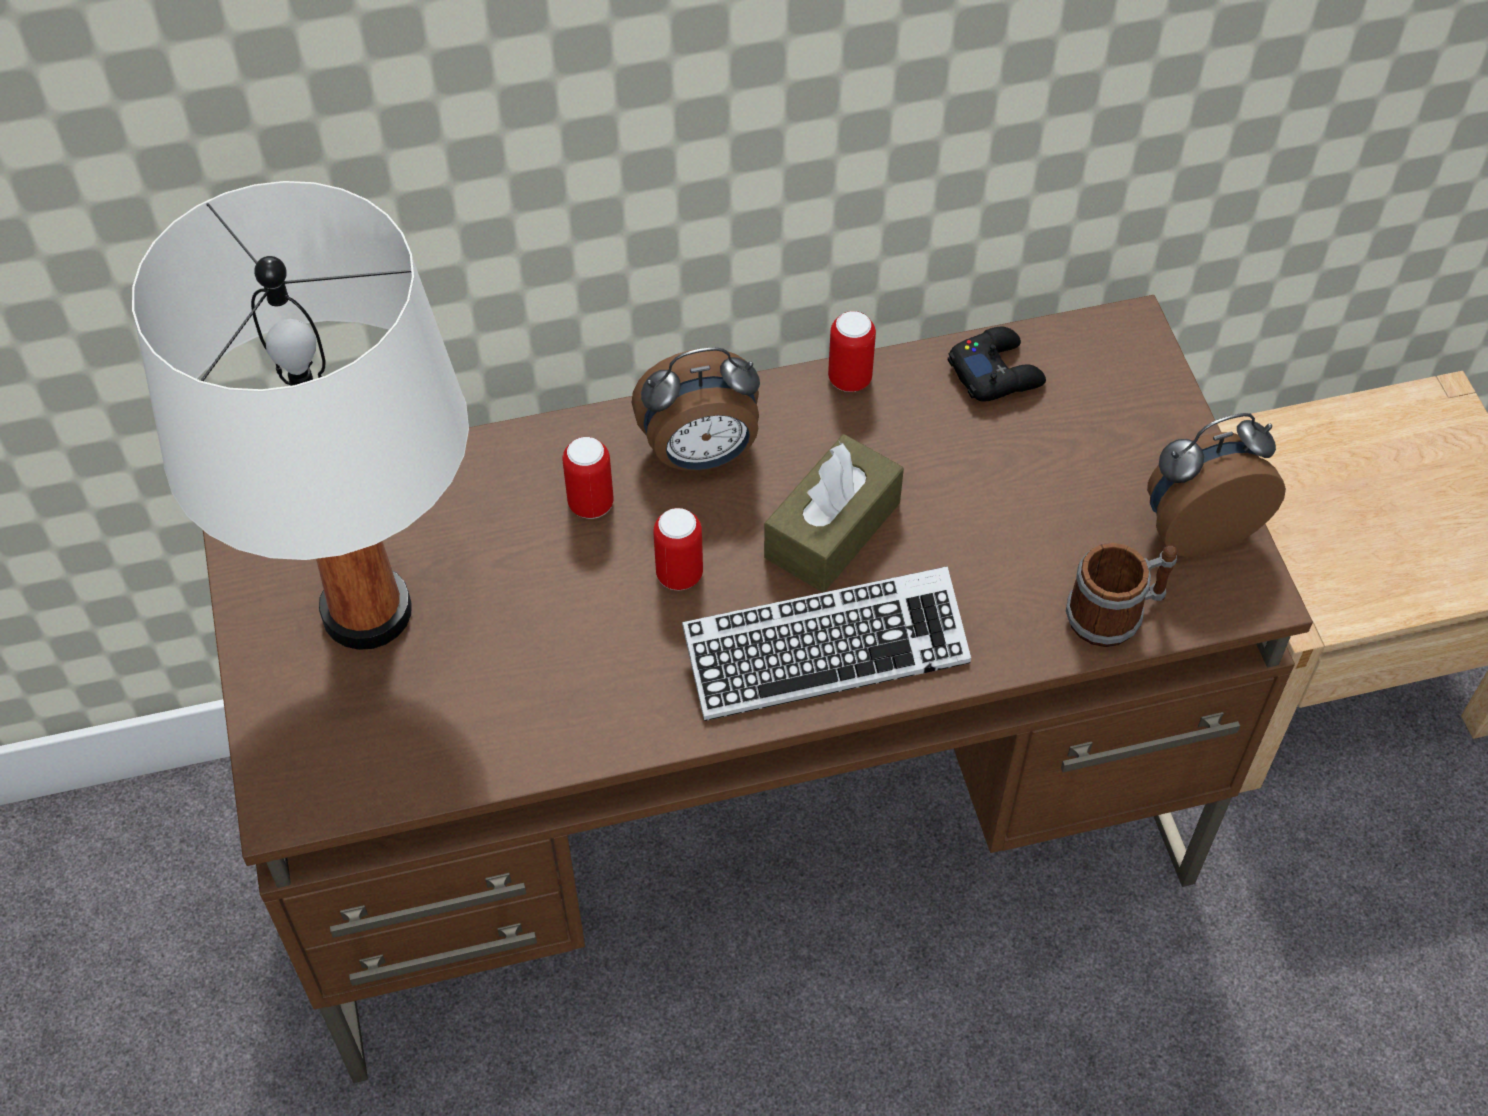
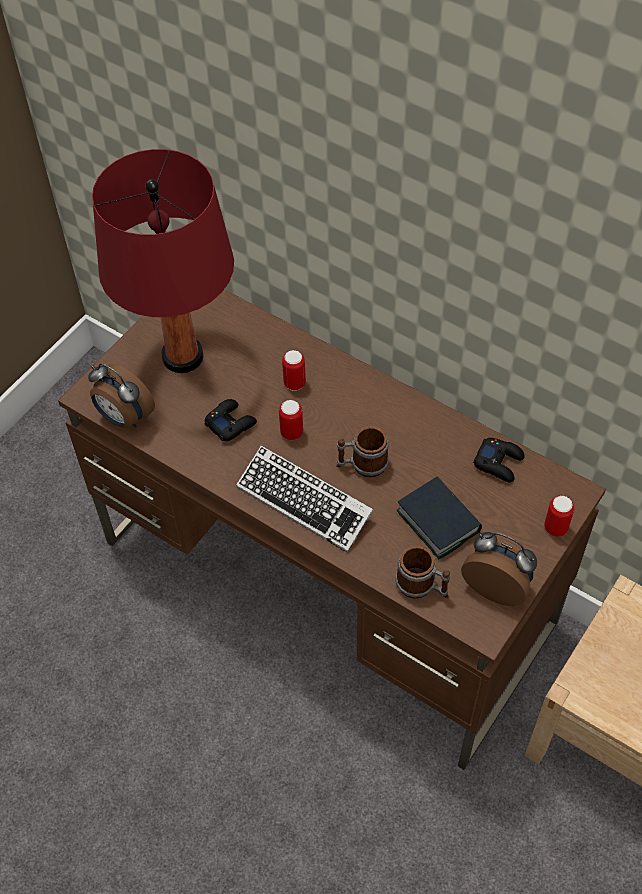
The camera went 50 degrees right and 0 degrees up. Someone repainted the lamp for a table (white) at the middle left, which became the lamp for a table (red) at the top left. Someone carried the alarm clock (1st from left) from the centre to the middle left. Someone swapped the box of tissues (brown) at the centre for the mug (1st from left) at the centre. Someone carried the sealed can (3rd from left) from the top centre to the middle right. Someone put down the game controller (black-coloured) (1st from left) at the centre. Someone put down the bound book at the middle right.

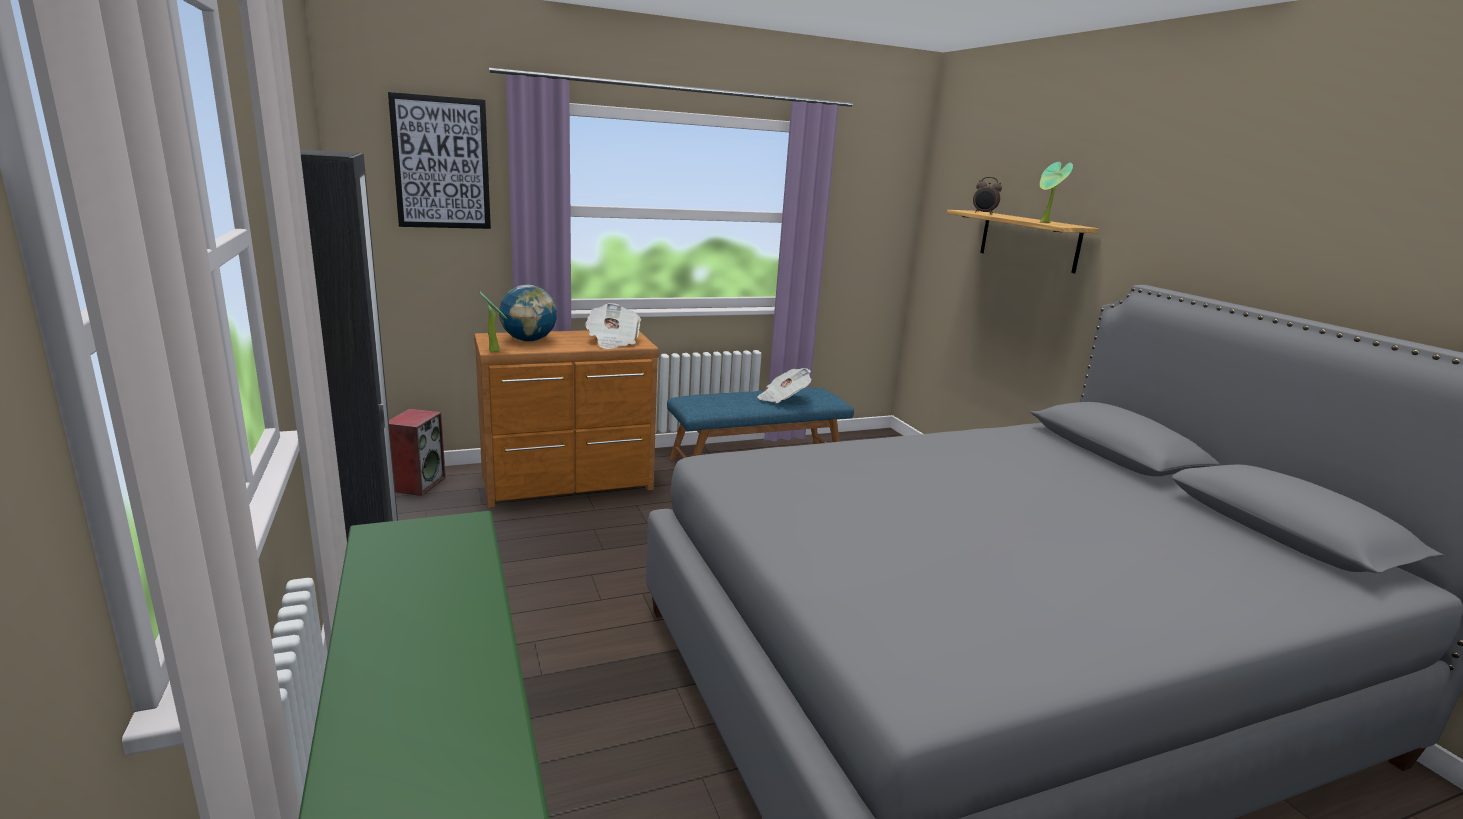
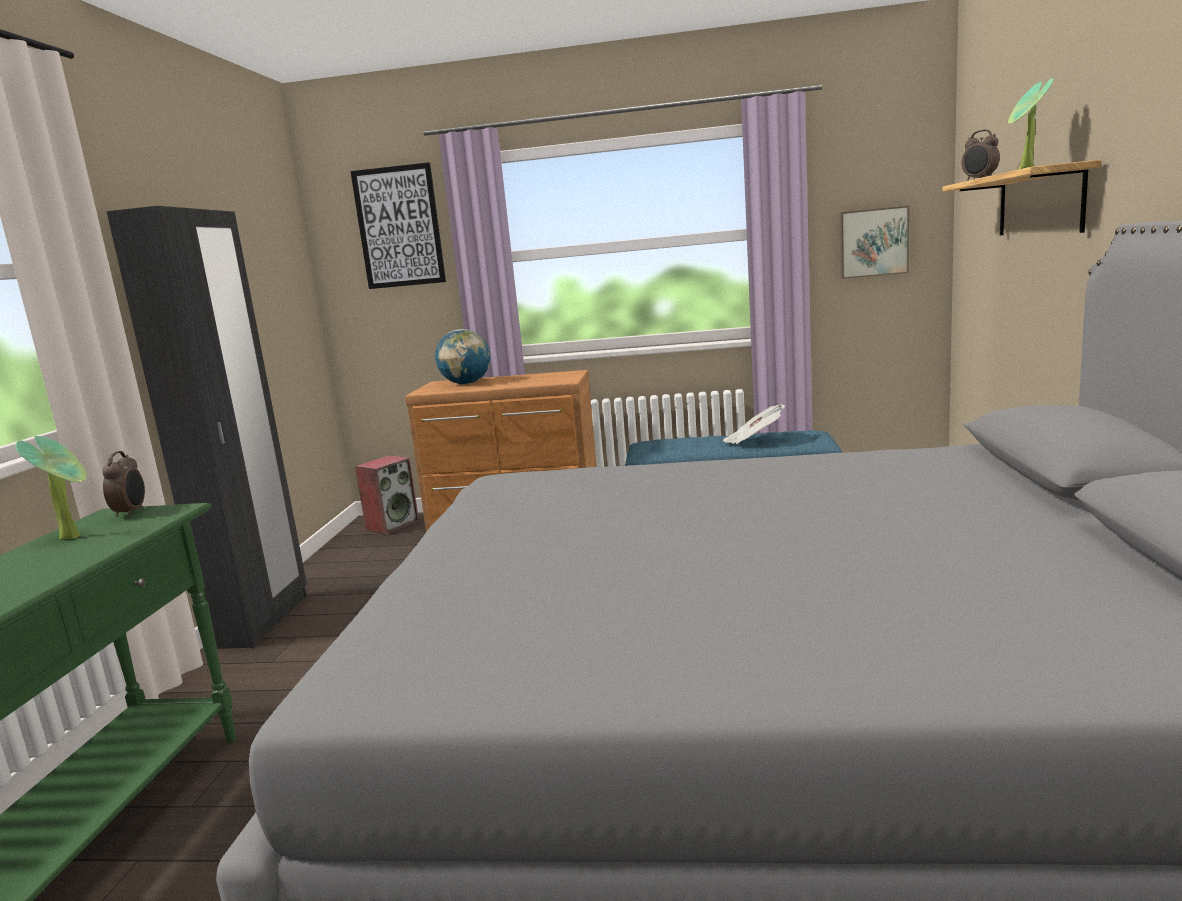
The camera went 30 degrees right and 5 degrees down. Someone carried the plant in a pot (1st from left) from the centre to the middle left. Someone took away the printed paper (1st from left) at the centre. Someone put down the alarm clock (1st from left) at the middle left. Someone put up the wall picture (2nd from left) at the top right.

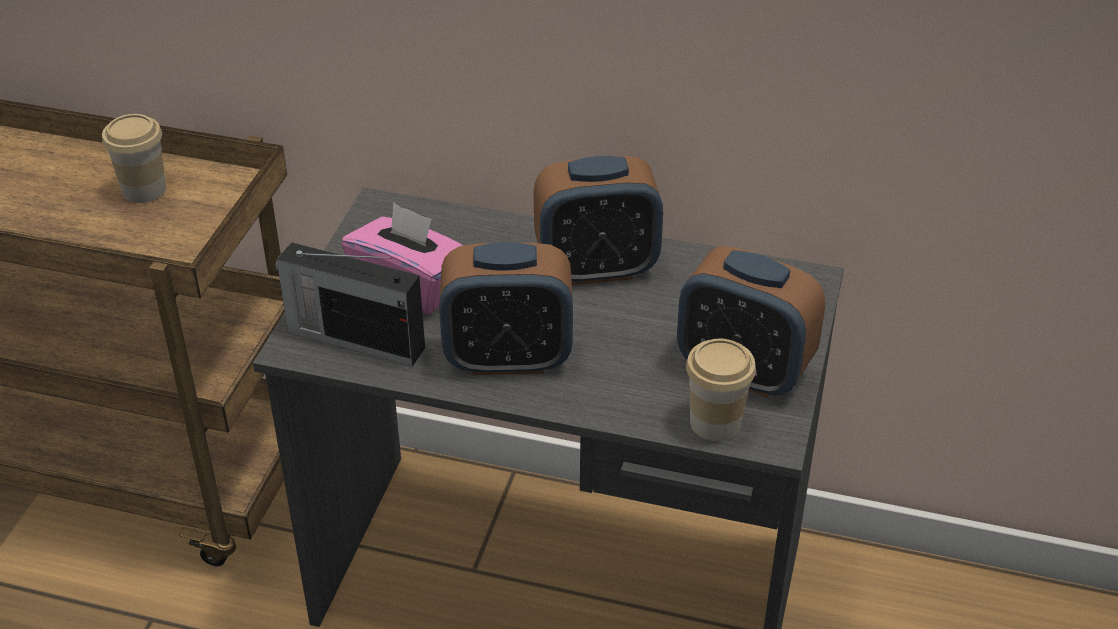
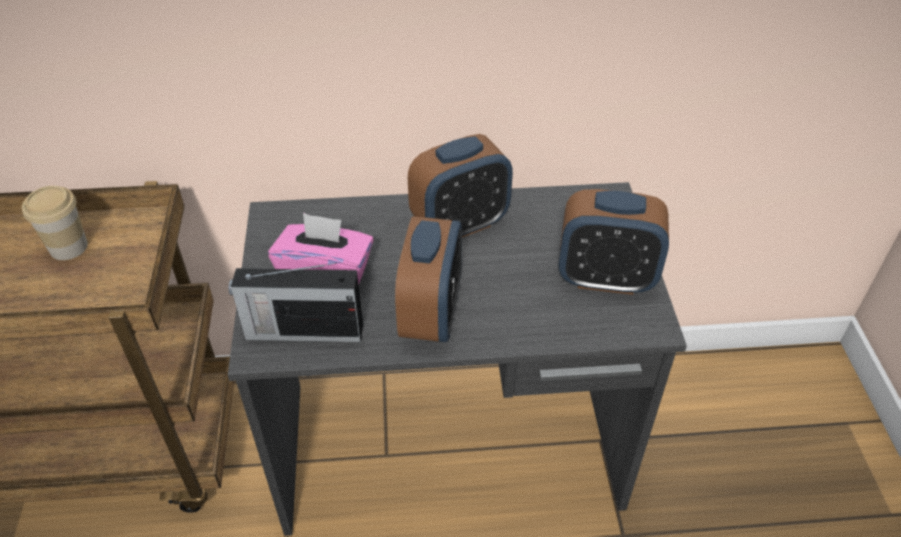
The camera went 20 degrees left and 5 degrees up. Someone rotated the alarm clock (1st from left) at the centre by 60 degrees counterclockwise. Someone took away the small cup (2nd from left) at the centre.

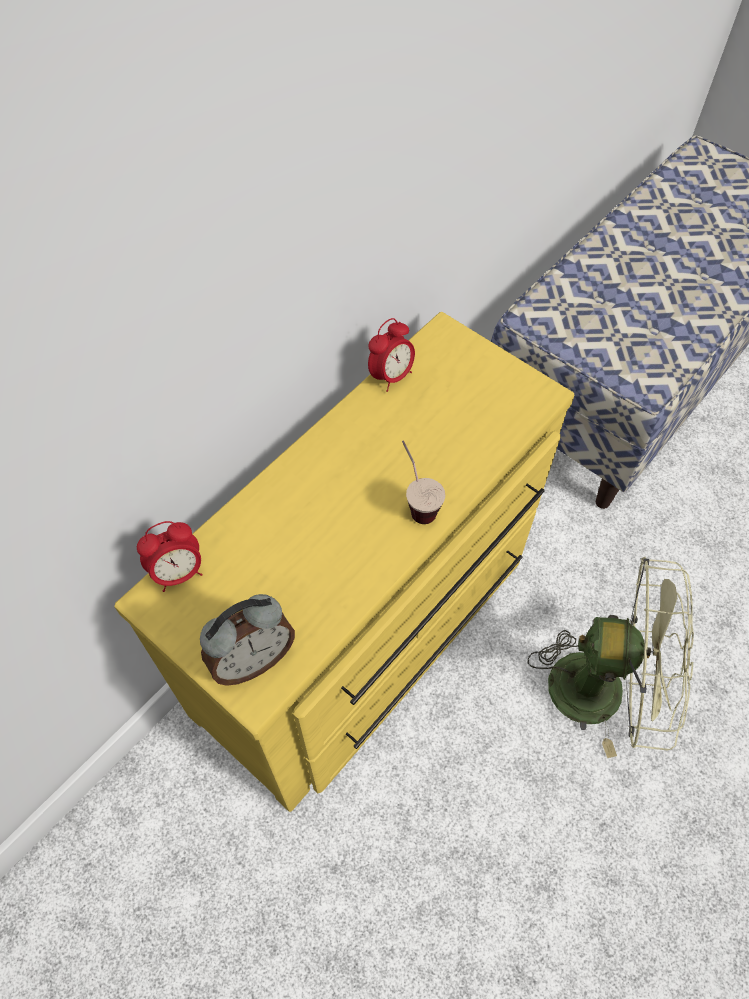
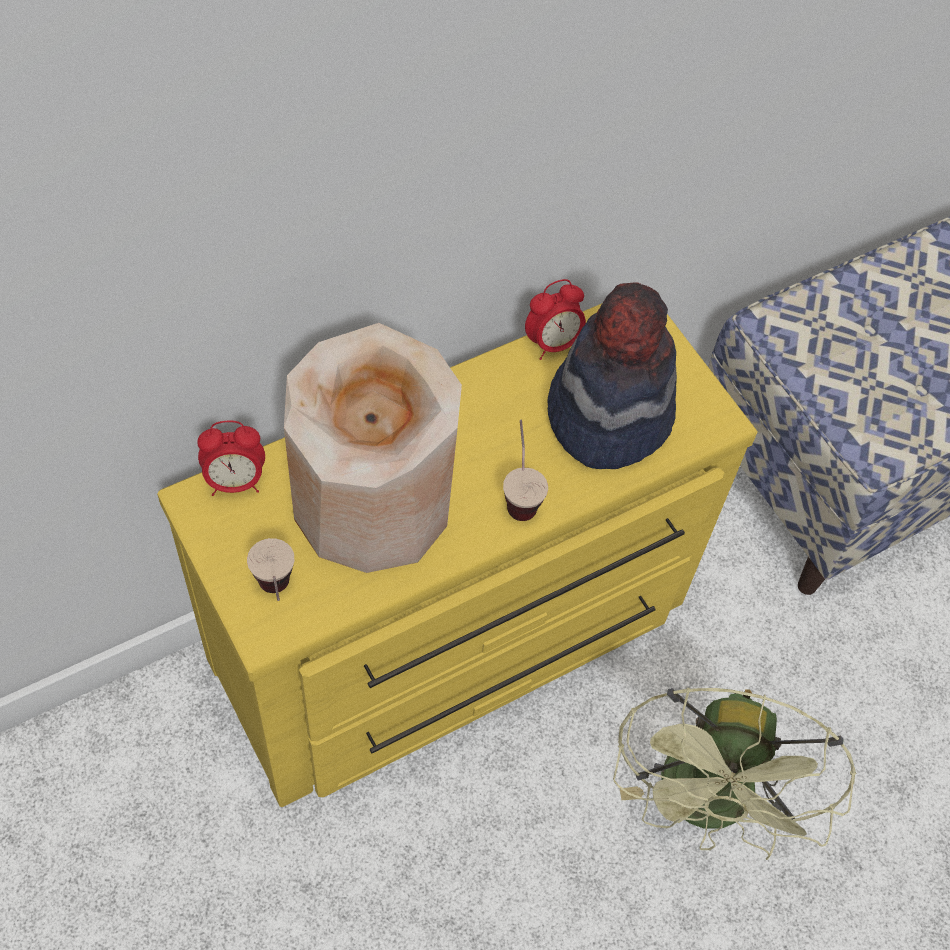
The camera went 15 degrees right and 0 degrees up. Someone swapped the alarm clock (2nd from left) at the middle left for the small cup (1st from left) at the middle left. Someone rotated the fan (greenish) at the middle right by 75 degrees clockwise. Someone put down the decorative vase (beige) at the centre. Someone put down the clothing hat at the centre.

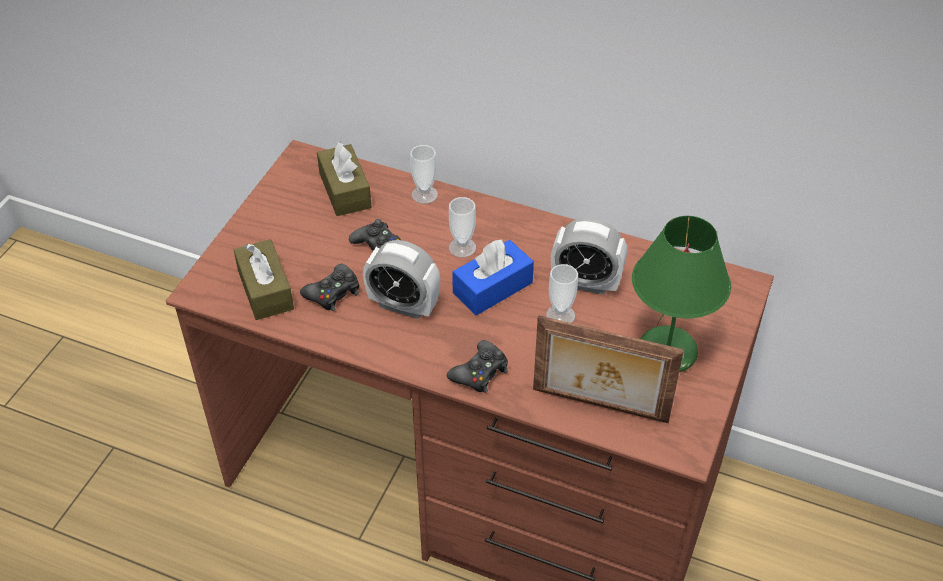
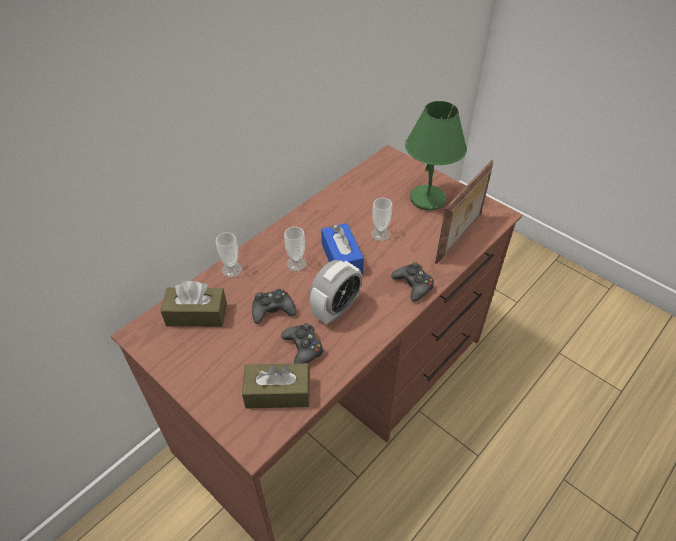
The camera went 70 degrees left and 0 degrees up. Someone took away the alarm clock (2nd from left) at the centre.

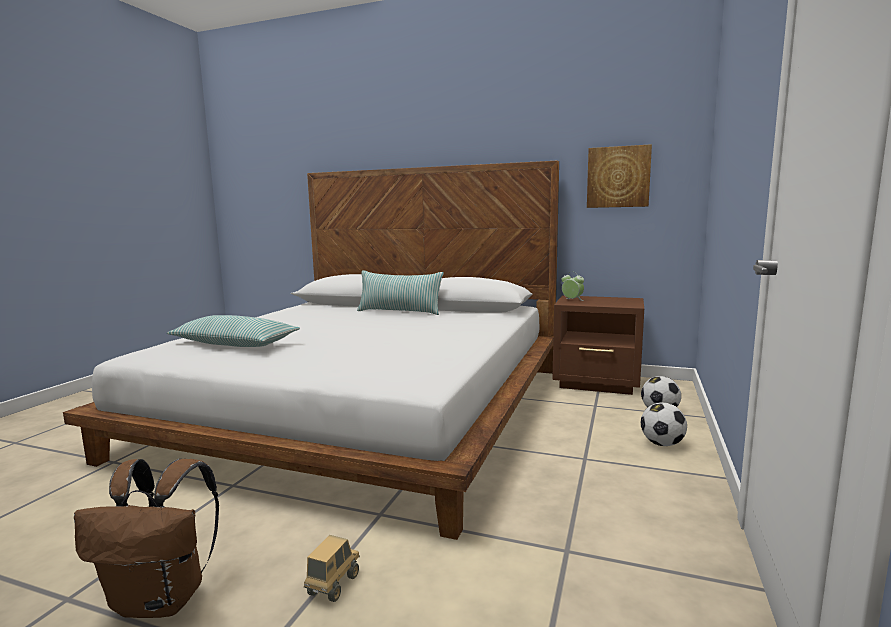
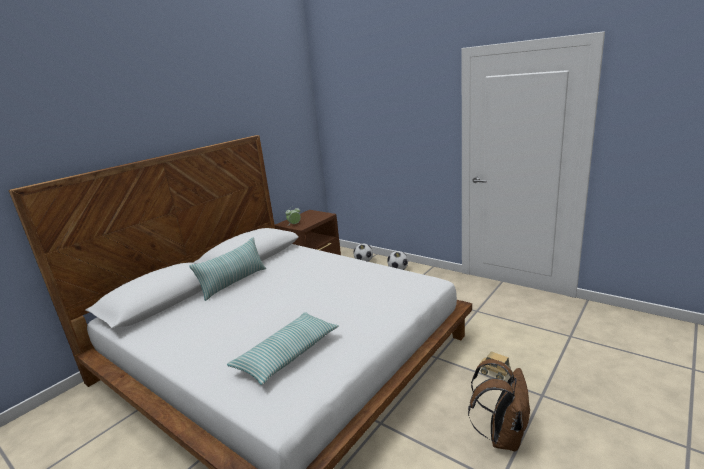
The camera went 70 degrees left and 10 degrees up. Someone took away the wall picture at the top right.

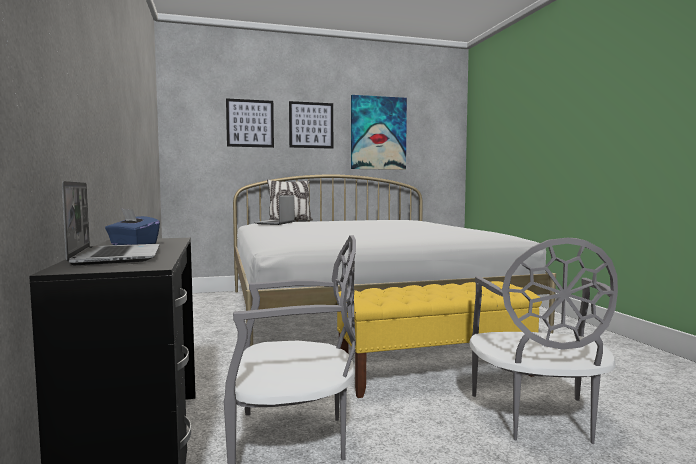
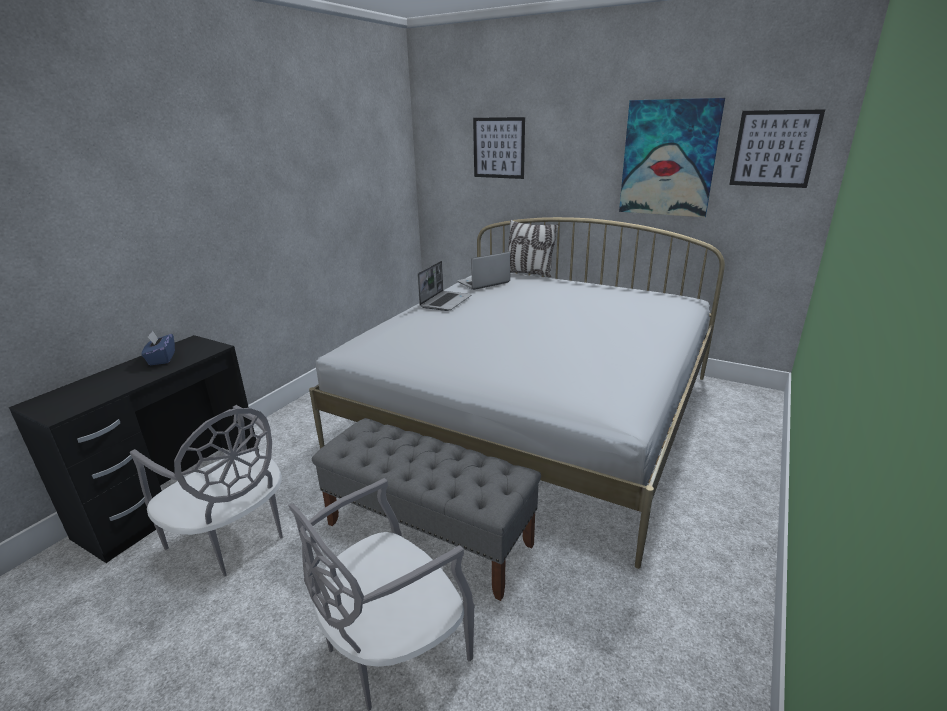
The camera went 45 degrees right and 20 degrees up. Someone carried the portable computer (1st from left) from the middle left to the centre. Someone carried the wall picture (2nd from left in the first image) from the top centre to the top right. Someone repainted the bench (yellow) at the bottom centre, which became the bench (grey) at the bottom centre.

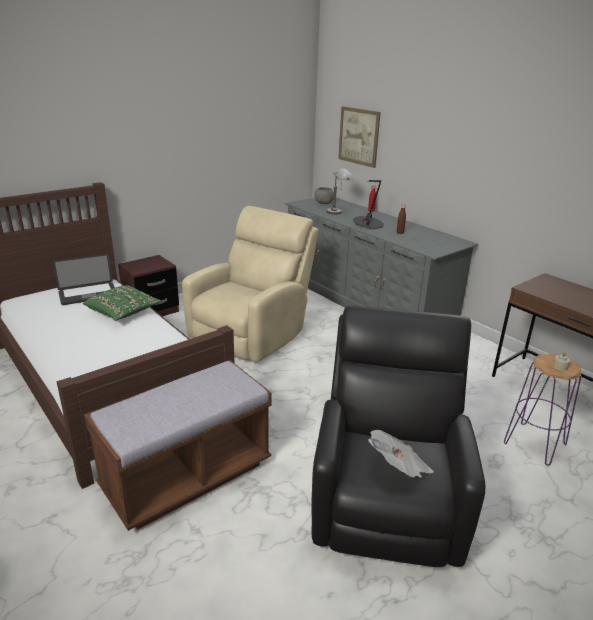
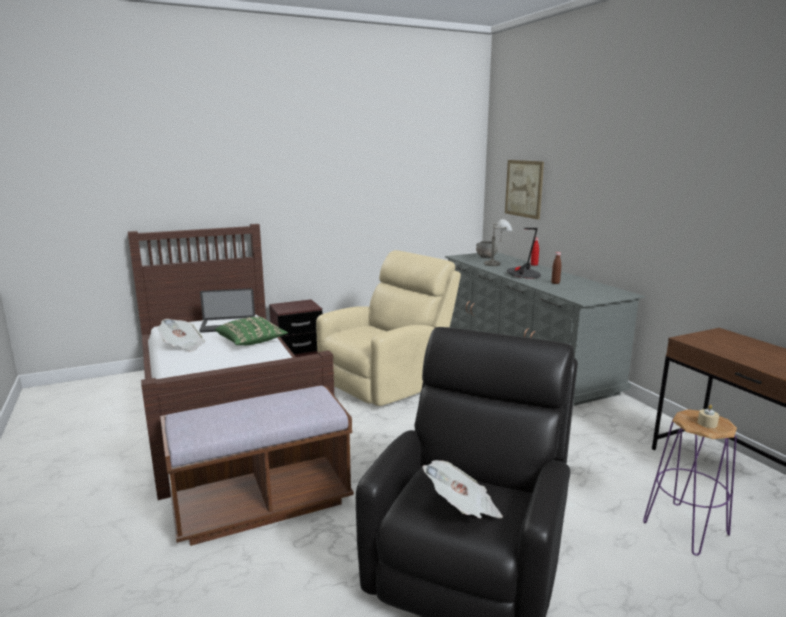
The camera went 15 degrees right and 10 degrees down. Someone put down the printed paper (1st from left) at the middle left.

